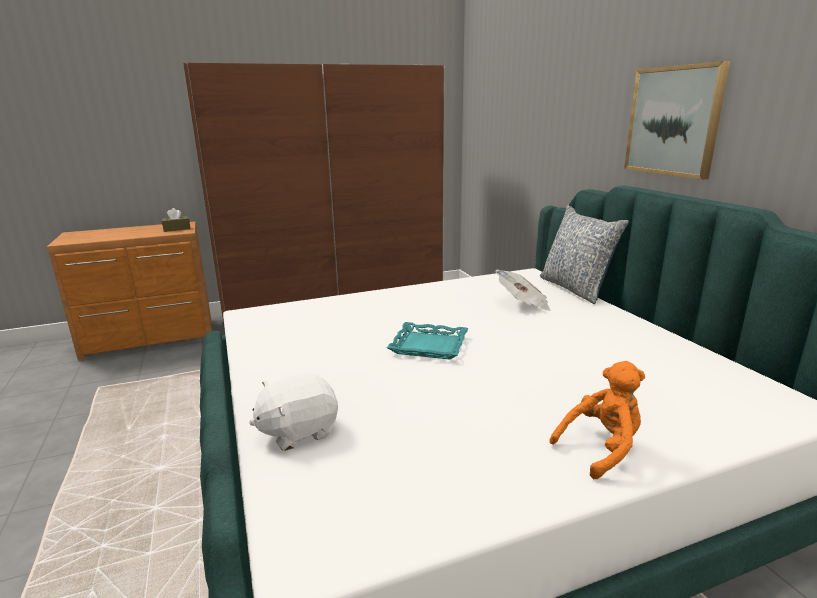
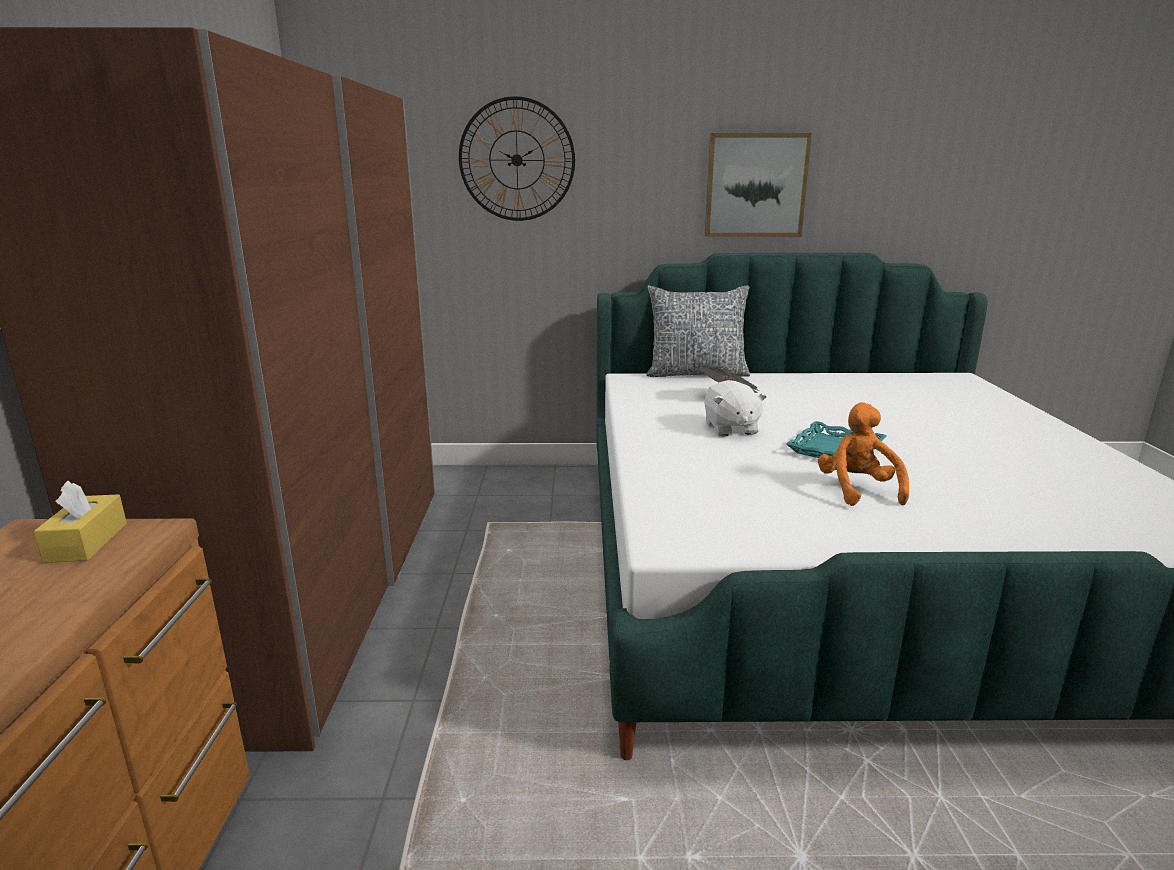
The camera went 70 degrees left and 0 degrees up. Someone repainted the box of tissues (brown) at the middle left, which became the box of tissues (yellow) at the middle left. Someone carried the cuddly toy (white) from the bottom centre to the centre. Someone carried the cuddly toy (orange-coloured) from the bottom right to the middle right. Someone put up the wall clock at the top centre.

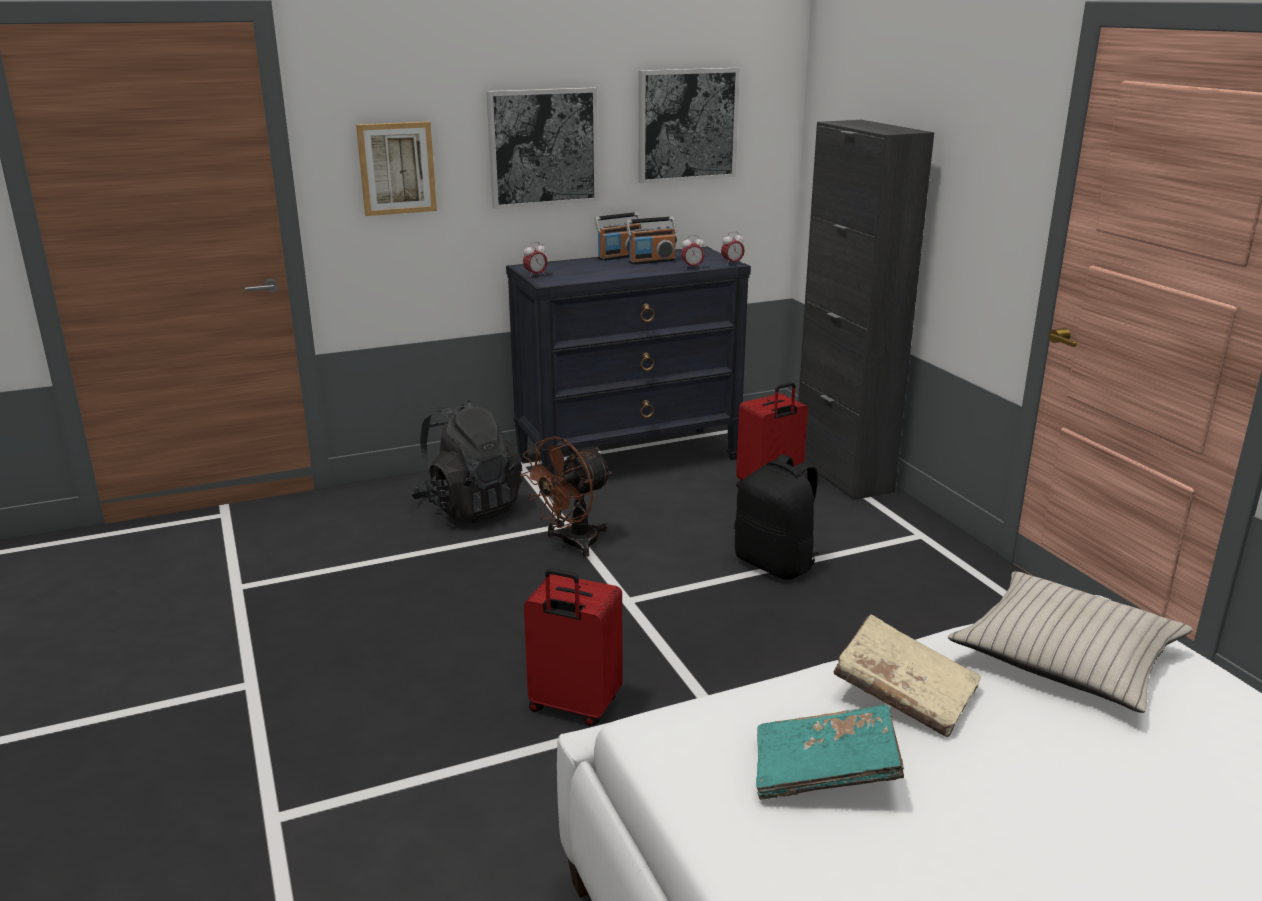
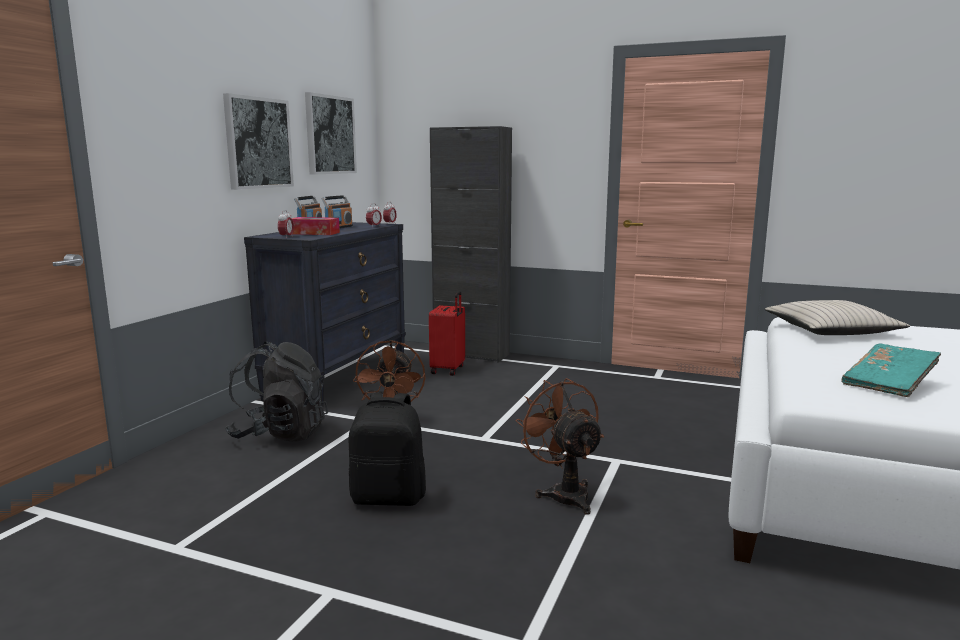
The camera went 45 degrees left and 10 degrees down. Someone took away the wall picture (1st from left) at the top left. Someone swapped the travel case (red) (1st from left) at the bottom centre for the fan (brown) (2nd from left) at the bottom centre. Someone carried the knapsack (black-coloured) (2nd from left) from the centre to the bottom centre. Someone took away the bound book (beige) at the bottom right. Someone put down the box of tissues at the middle left.

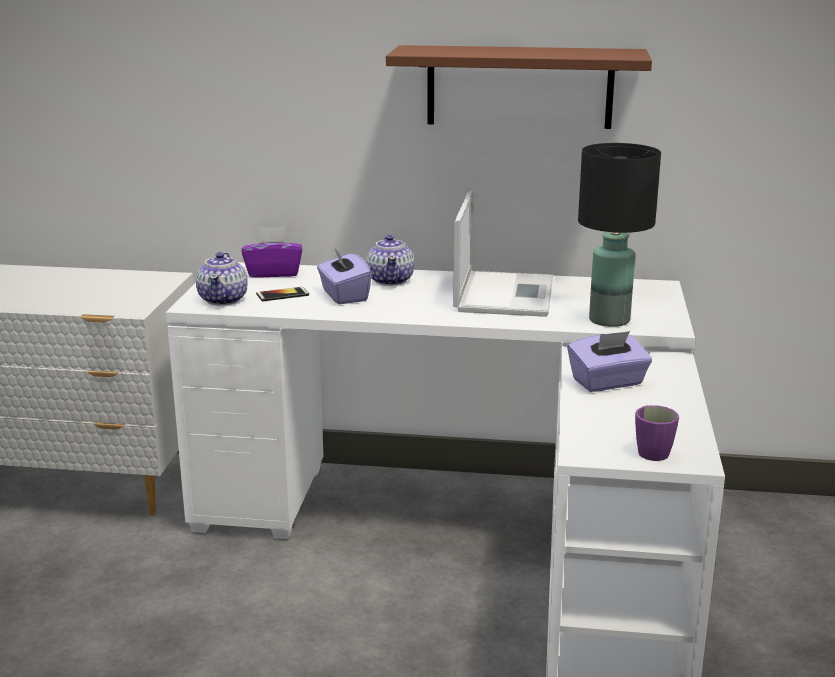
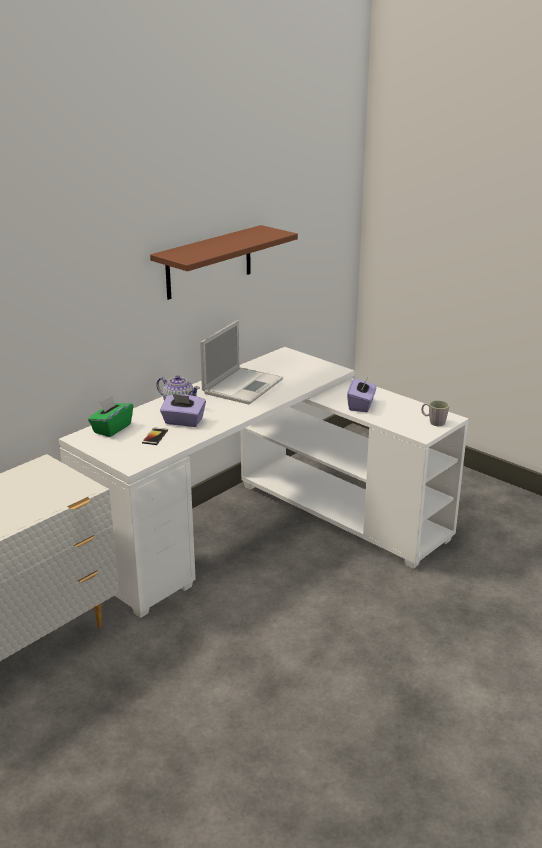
The camera went 55 degrees left and 5 degrees up. Someone took away the tea pot (1st from left) at the middle left. Someone repainted the box of tissues (purple-coloured) (1st from left) at the middle left, which became the box of tissues (greenish) at the middle left. Someone rotated the portable computer at the centre by 75 degrees clockwise. Someone took away the lamp for a table (black-coloured) at the middle right. Someone repainted the mug (purple-coloured) at the middle right, which became the mug (grey) at the middle right.

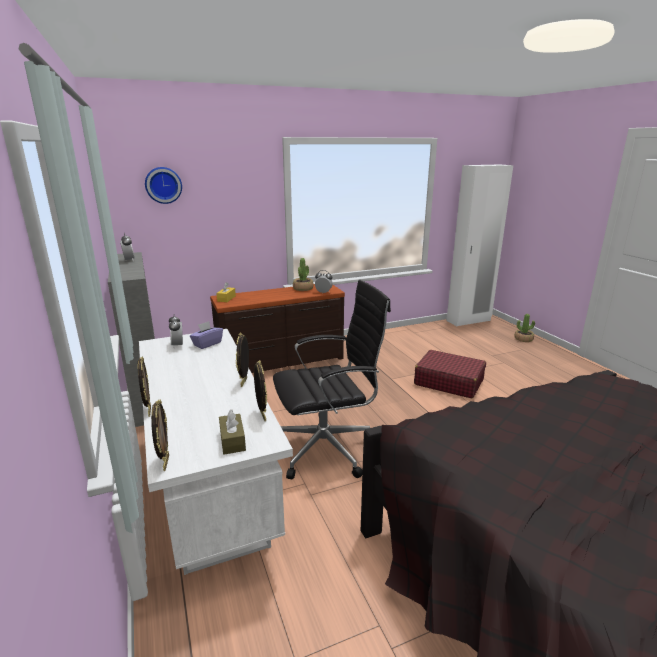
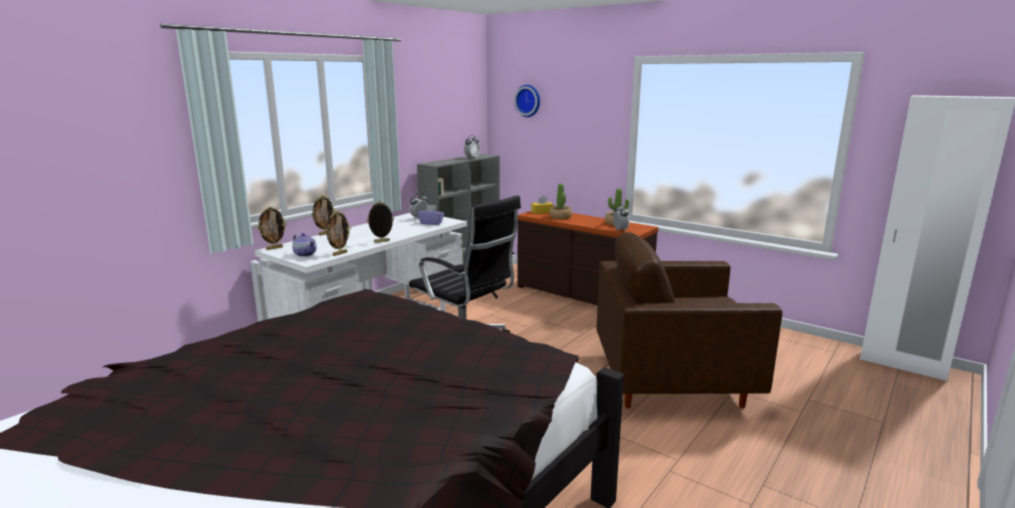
The camera went 60 degrees right and 5 degrees down. Someone swapped the box of tissues (brown) at the centre for the tea pot at the middle left. Someone swapped the travel case (red) at the middle right for the lounge chair (brown) at the middle right. Someone carried the plant in a pot (2nd from left in the first image) from the middle right to the centre.

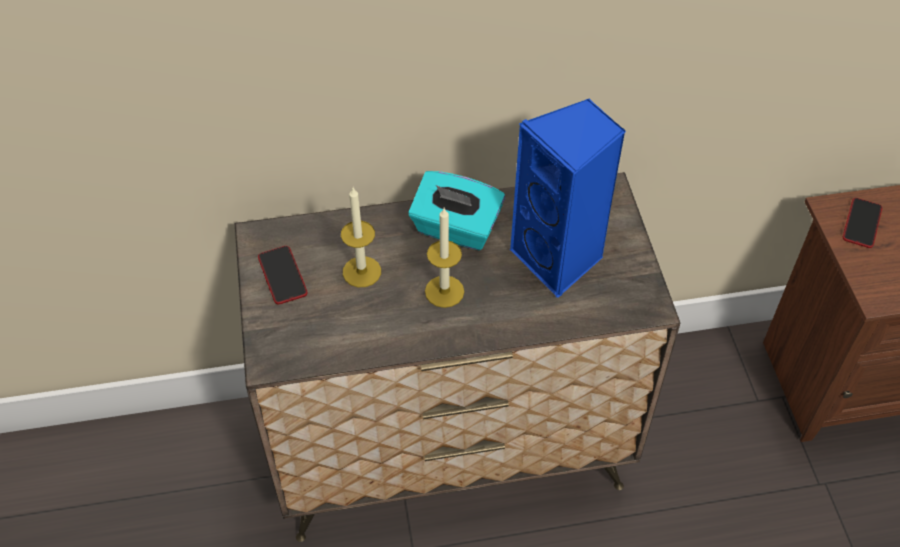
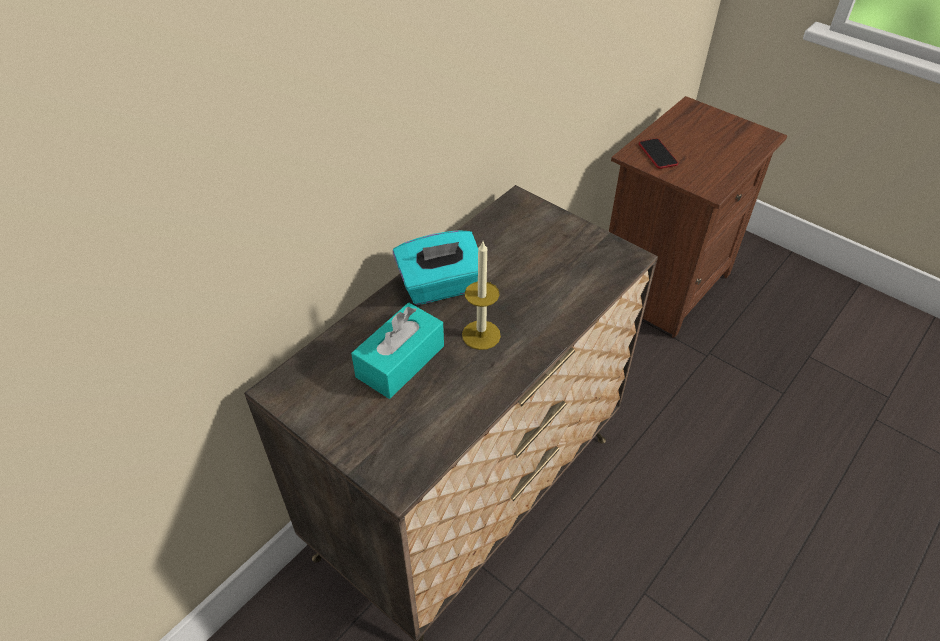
The camera went 40 degrees left and 5 degrees down. Someone took away the telephone (1st from left) at the middle left. Someone swapped the candle (1st from left) at the centre for the box of tissues (turquoise) (1st from left) at the centre. Someone took away the audio speaker (bluish) at the centre.

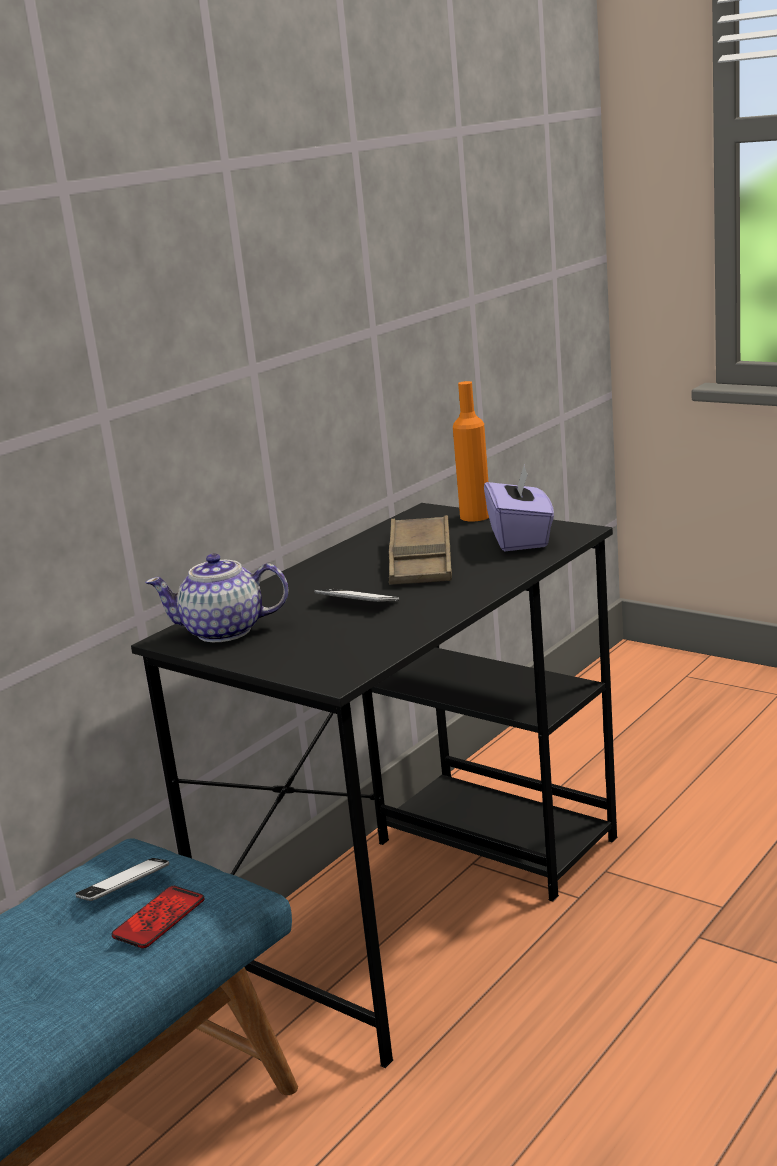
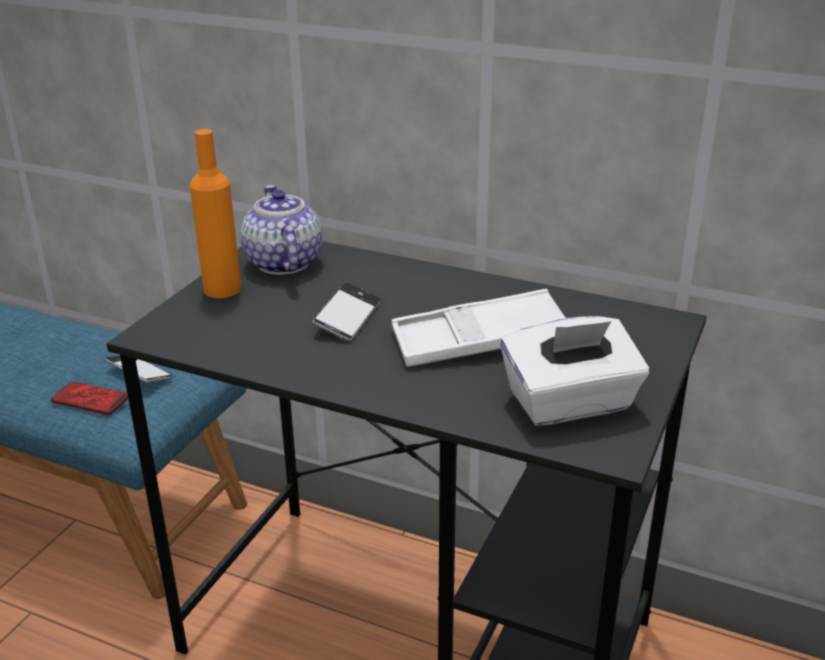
The camera went 75 degrees right and 10 degrees up. Someone repainted the tray (brown) at the centre, which became the tray (white) at the centre. Someone carried the drink bottle (orange-coloured) from the centre to the top left. Someone repainted the box of tissues (purple-coloured) at the middle right, which became the box of tissues (white) at the middle right.

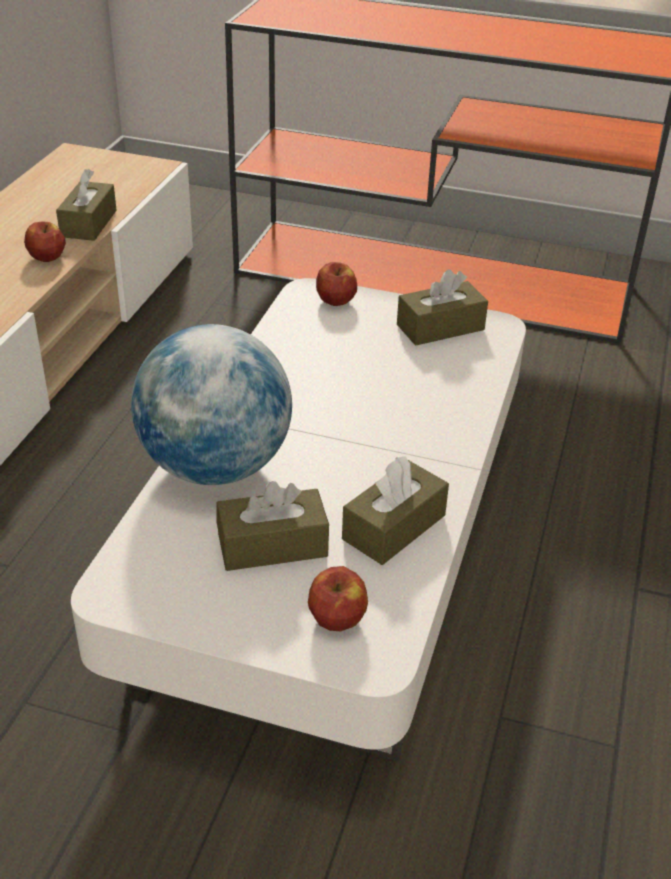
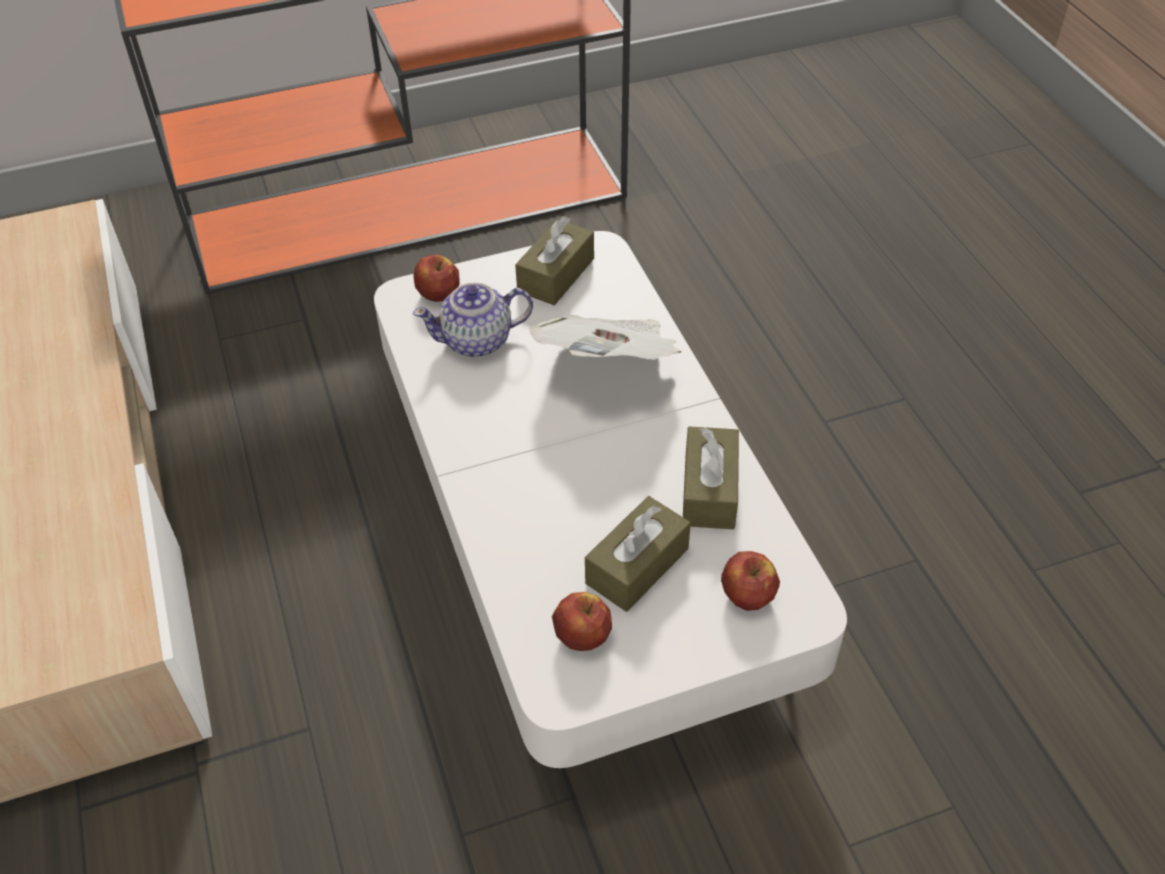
The camera went 35 degrees left and 10 degrees up. Someone carried the apple (1st from left in the first image) from the top left to the bottom centre. Someone took away the box of tissues (brown) (1st from left) at the top left. Someone took away the world globe at the middle left. Someone put down the tea pot at the centre. Someone put down the printed paper at the centre.

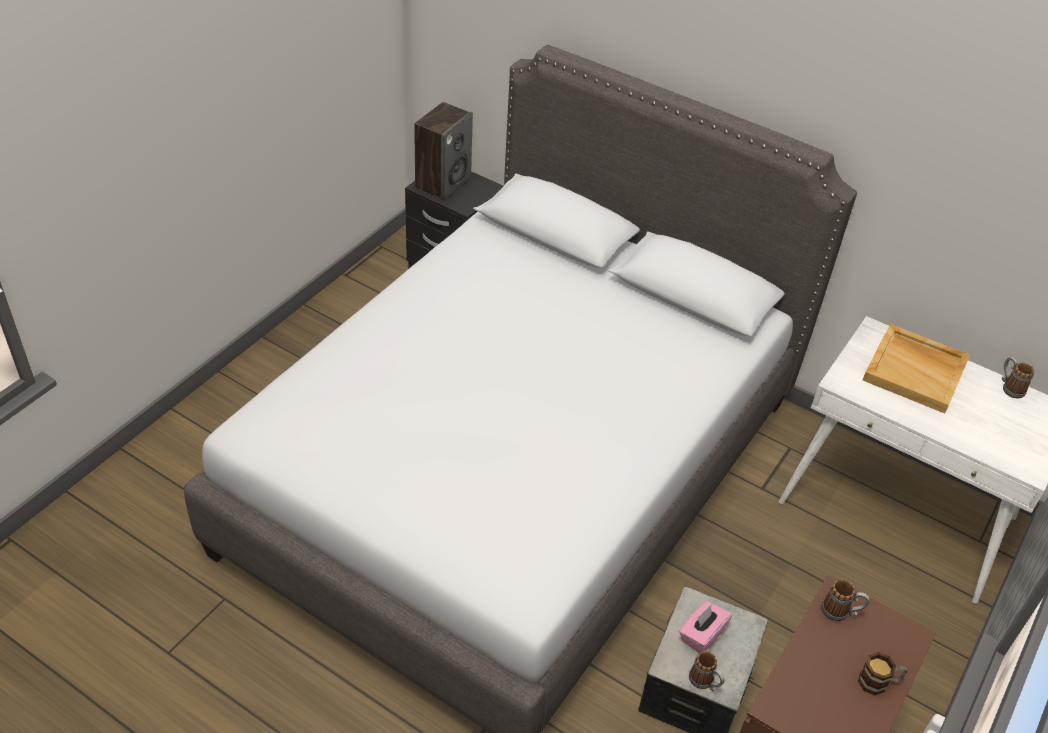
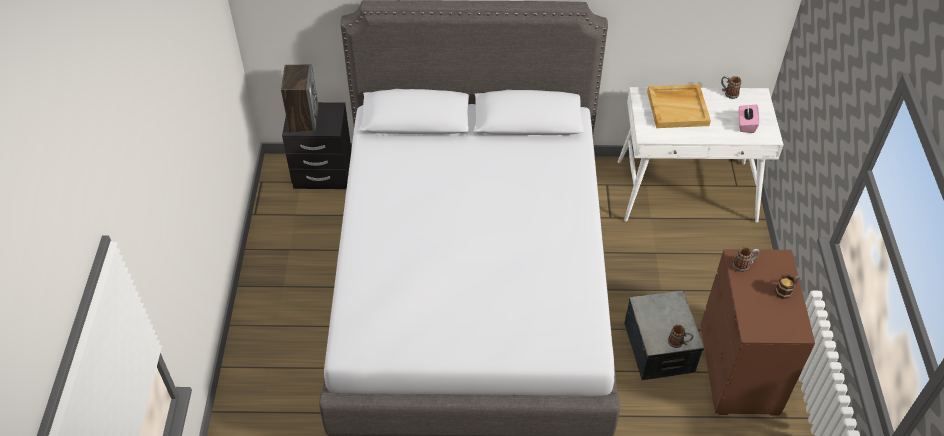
The camera went 30 degrees left and 5 degrees up. Someone carried the box of tissues (pink-coloured) from the bottom right to the top right.

